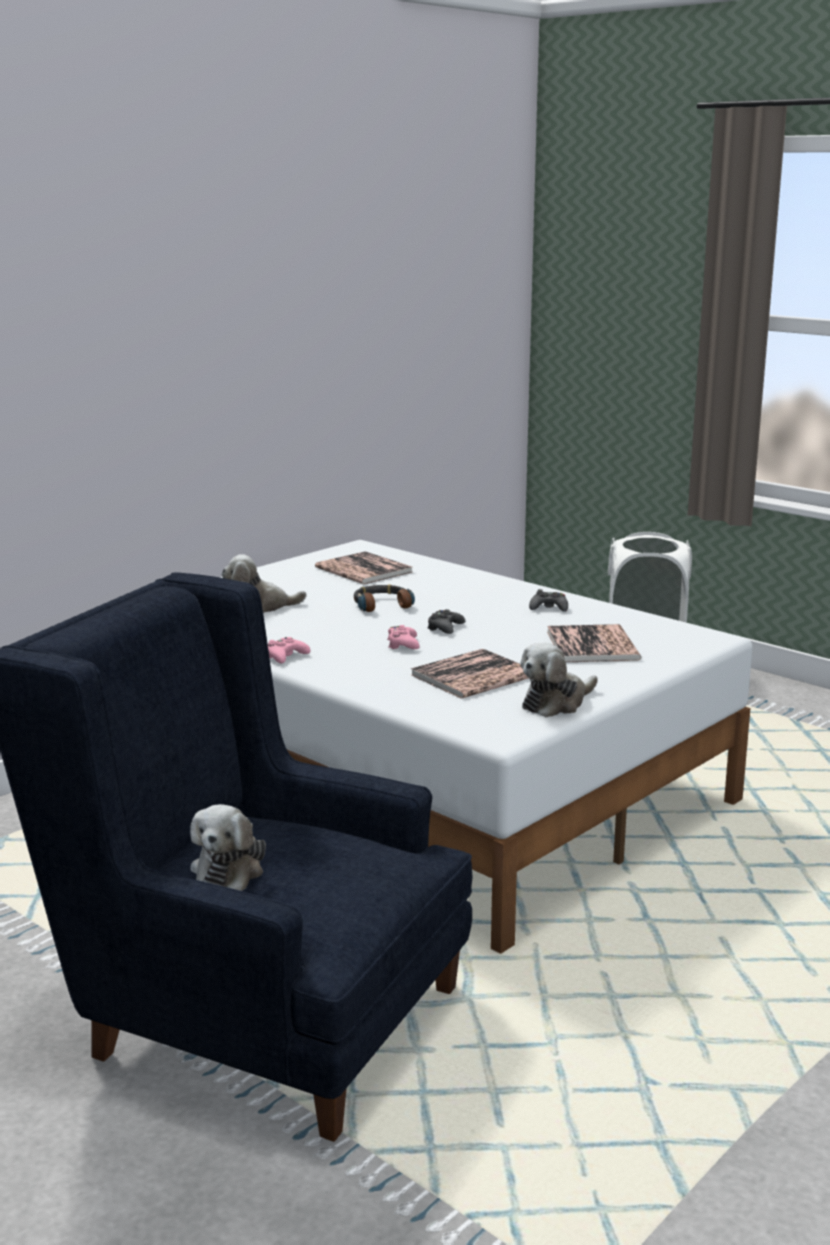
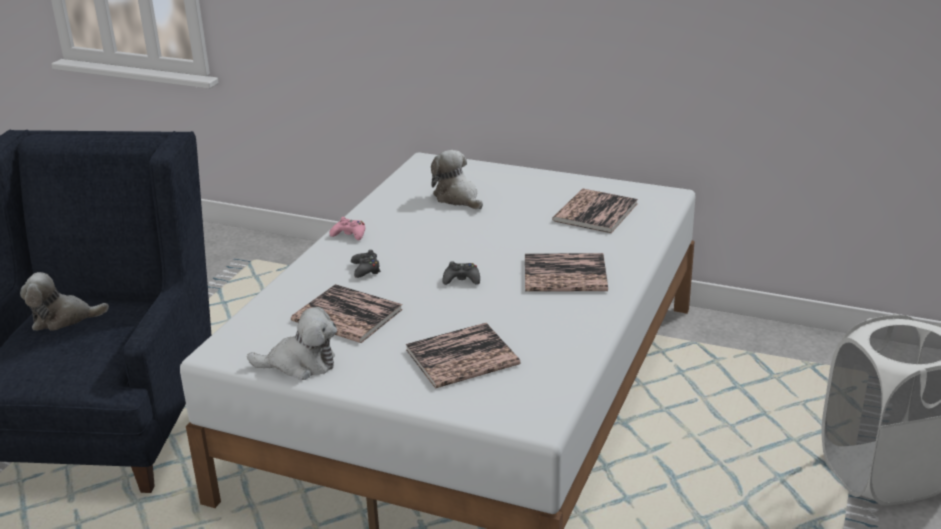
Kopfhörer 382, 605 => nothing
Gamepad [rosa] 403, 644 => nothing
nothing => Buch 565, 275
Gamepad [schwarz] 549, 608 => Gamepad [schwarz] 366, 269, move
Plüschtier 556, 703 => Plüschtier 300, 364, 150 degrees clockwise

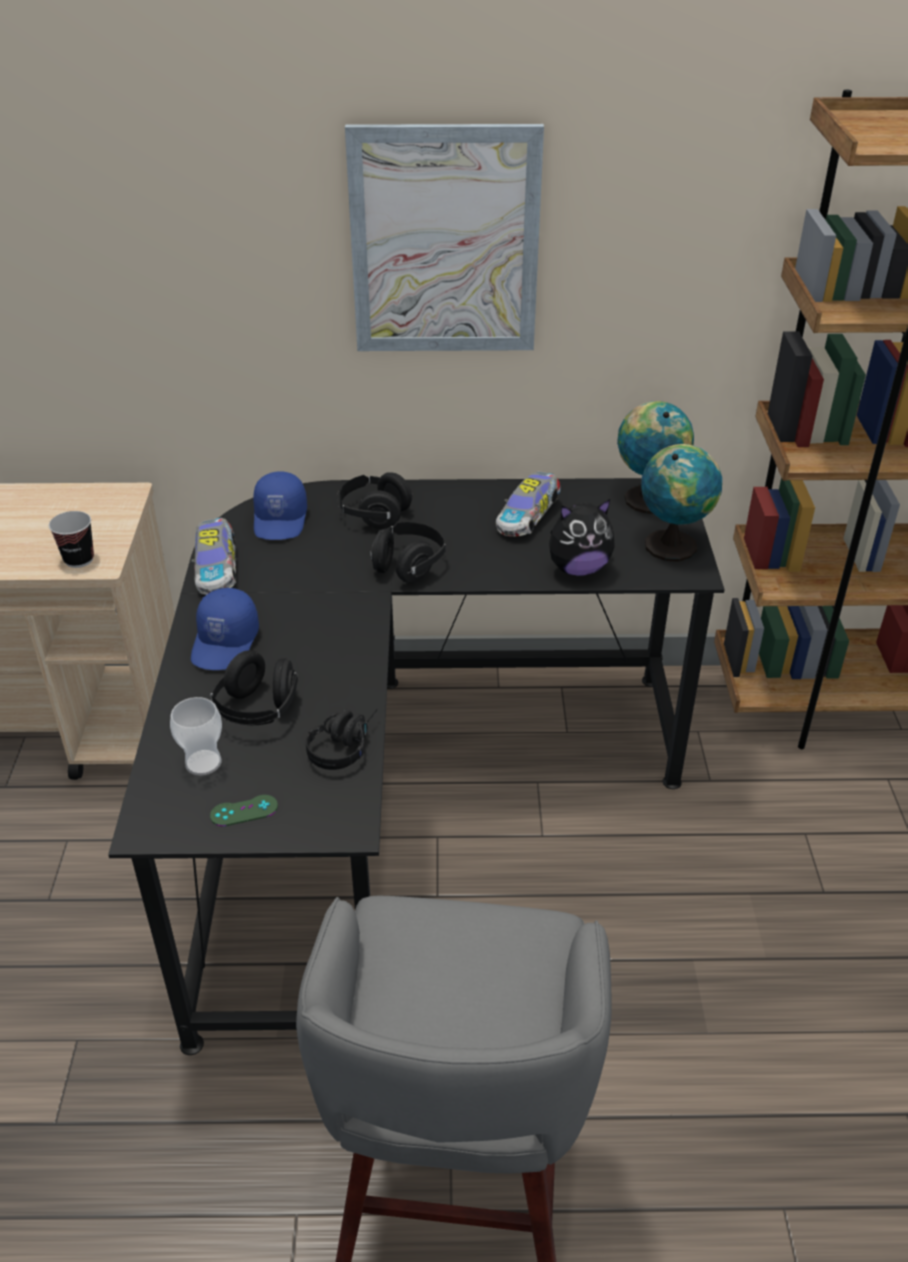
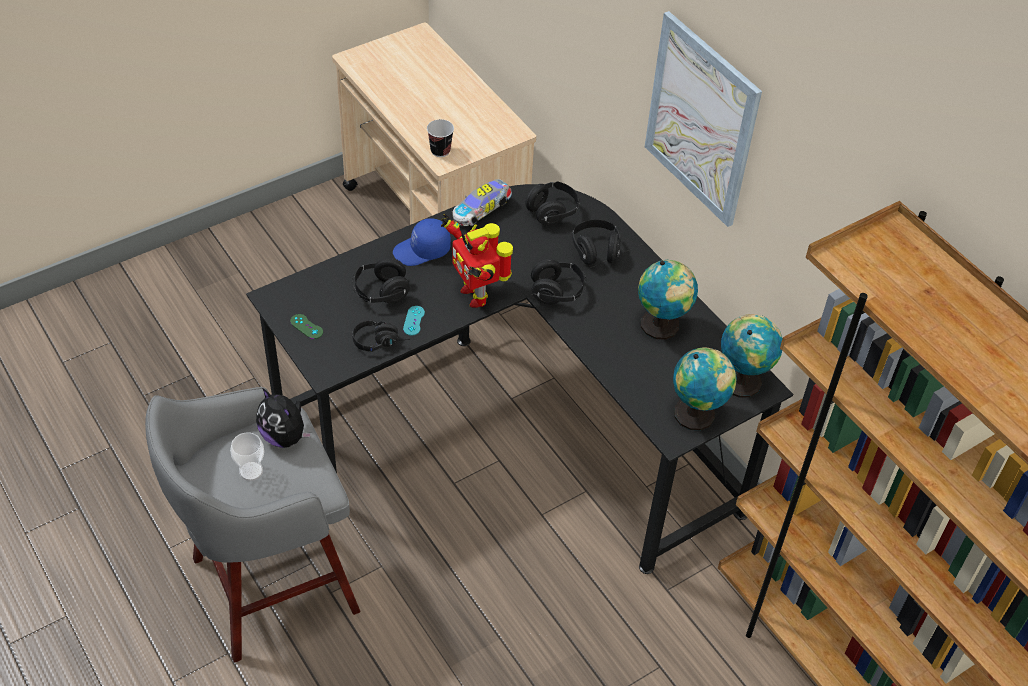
nothing => Gamepad [türkis] 414, 321
nothing => Spielzeugroboter 476, 294
Tasse 203, 762 => Tasse 251, 471, move
Plüschtier 578, 568 => Plüschtier 285, 436, move
Kappe [blau] 281, 520 => Kopfhörer [schwarz] 552, 212
Spielzeugauto 528, 516 => Globus 662, 326

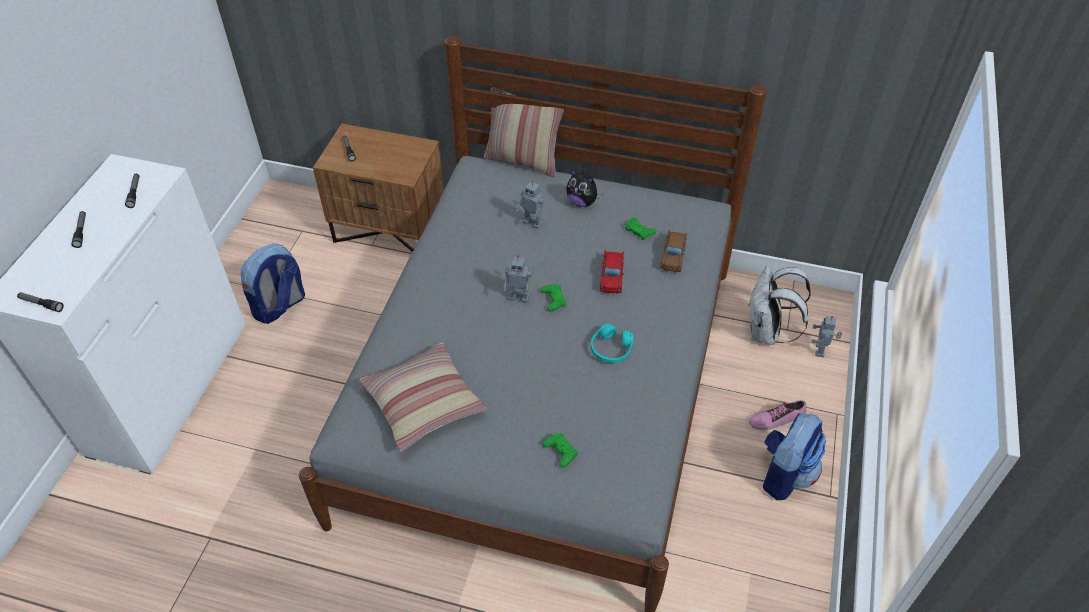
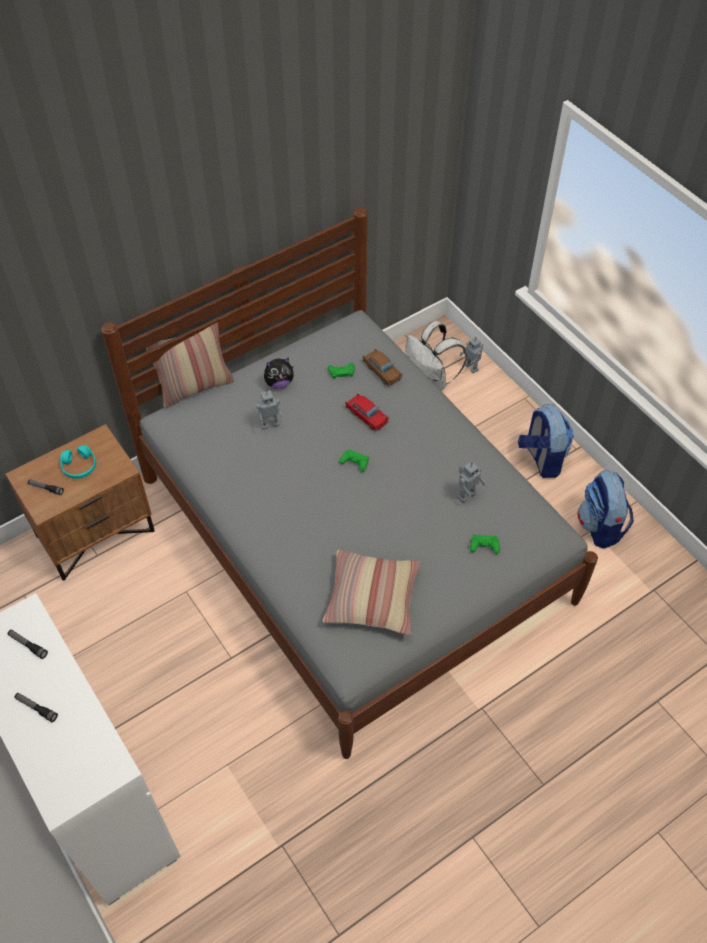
Taschenlampe 41, 304 => nothing
Schuh 776, 418 => nothing
Rucksack 279, 306 => Rucksack 600, 526, move
Spielzeugroboter 519, 297 => Spielzeugroboter 466, 495, move
Kopfhörer [türkis] 611, 349 => Kopfhörer [türkis] 79, 466, move

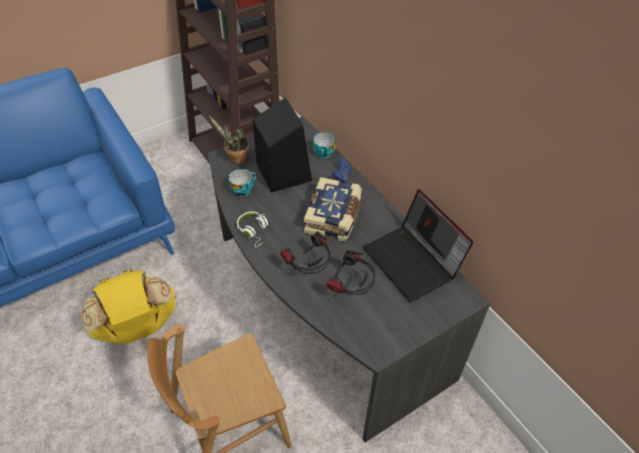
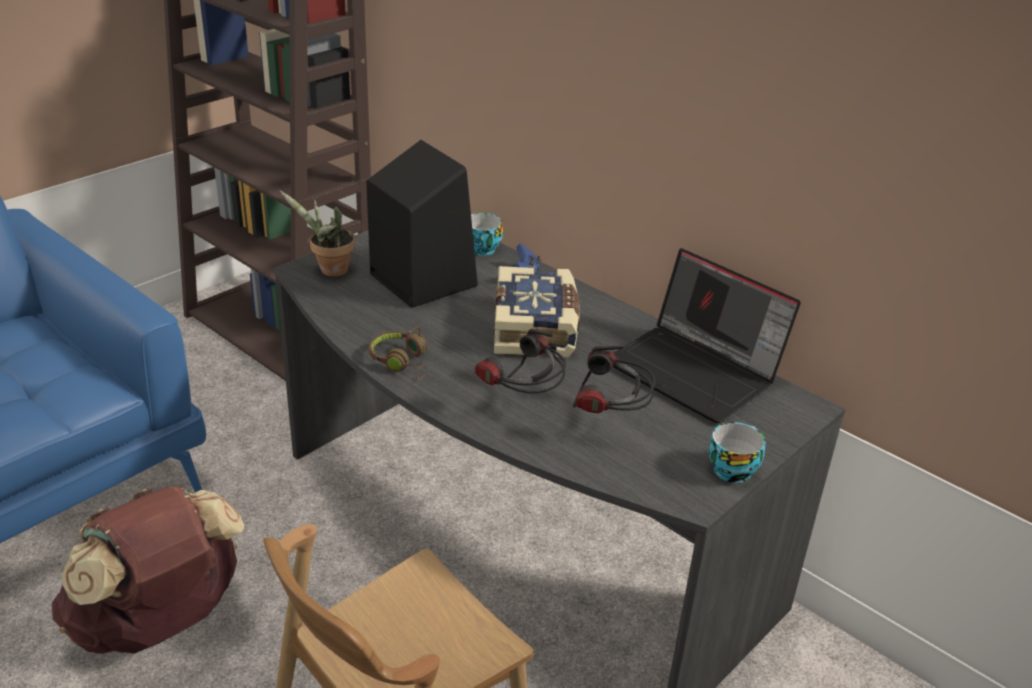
Tasse 243, 189 => Tasse 732, 469, move
Rucksack [gelb] 137, 327 => Rucksack [braun] 159, 624
Kopfhörer [weiß] 254, 231 => Kopfhörer [braun] 403, 362

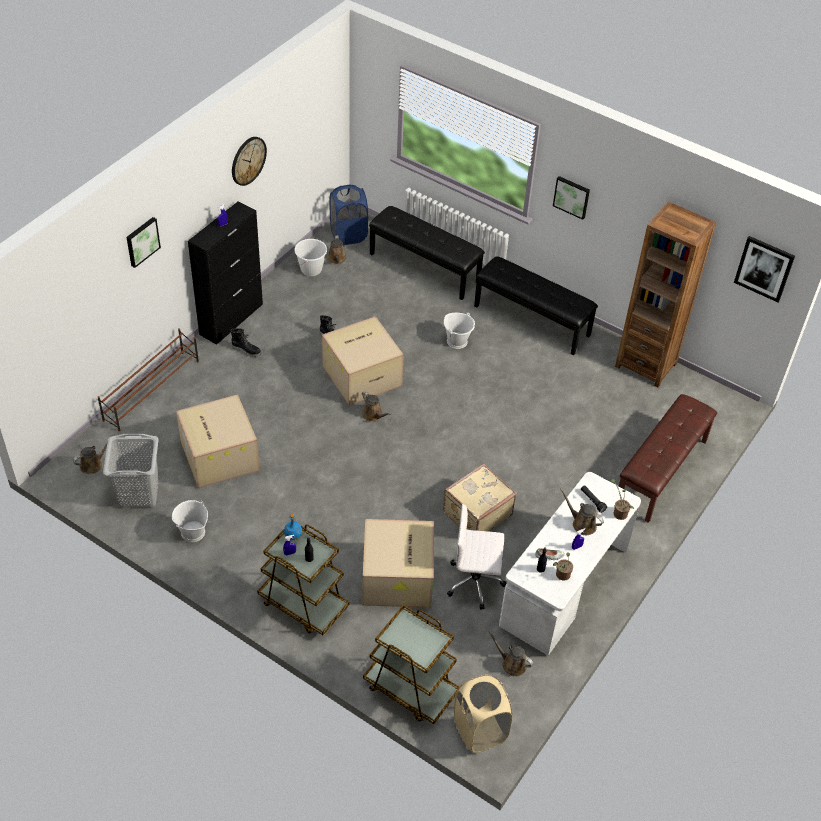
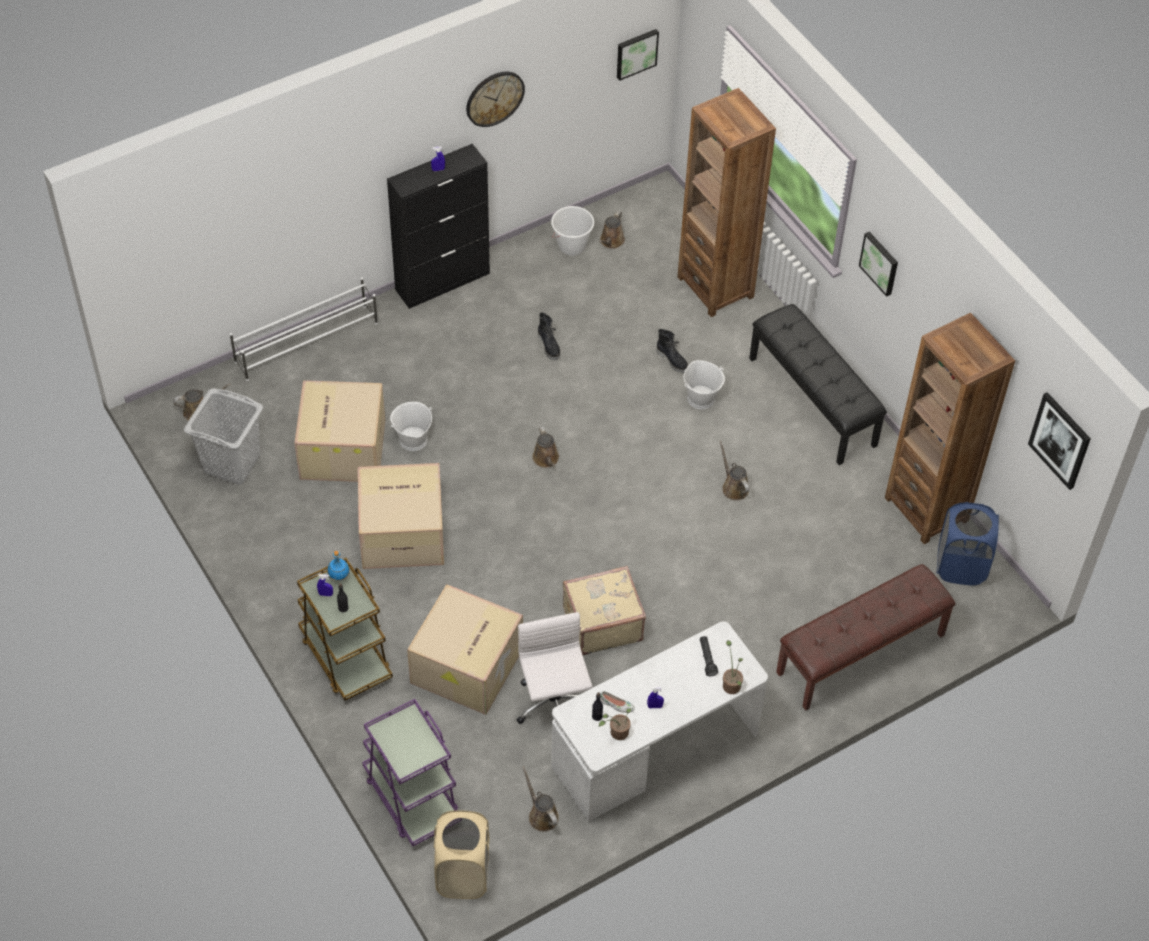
Bild 142, 241 => Bild 636, 53, move
Eimer [weiß] 192, 532 => Eimer [weiß] 412, 440, move
Stiefel [schwarz] 247, 350 => Stiefel [schwarz] 672, 360, move
Karton 362, 374 => Karton 403, 532, move
Wäschekorb [blau] 348, 234 => Wäschekorb [blau] 961, 566, move
Gießkanne [braun] 582, 524 => Gießkanne [braun] 733, 487, move
Bank [schwarz] 425, 267 => Bücherregal [braun] 715, 287
Schuhregal [braun] 152, 390 => Schuhregal [weiß] 307, 342
Rollwagen [braun] 410, 688 => Rollwagen [lila] 412, 798
Bürostuhl [weiß] 475, 582 => Bürostuhl [weiß] 554, 705, 45 degrees clockwise

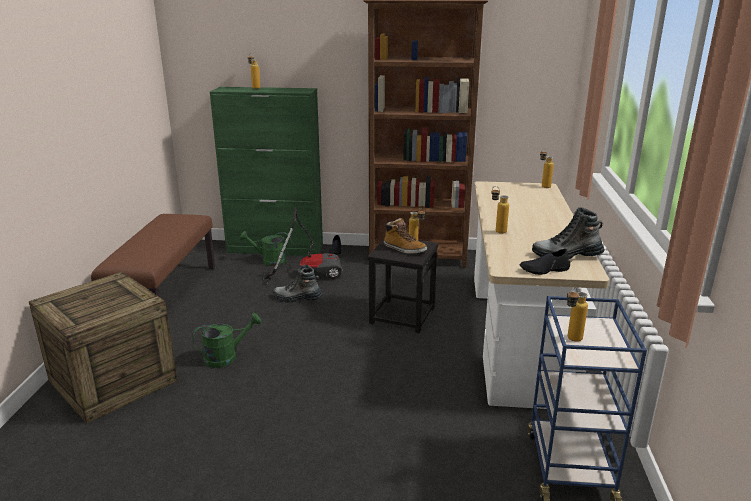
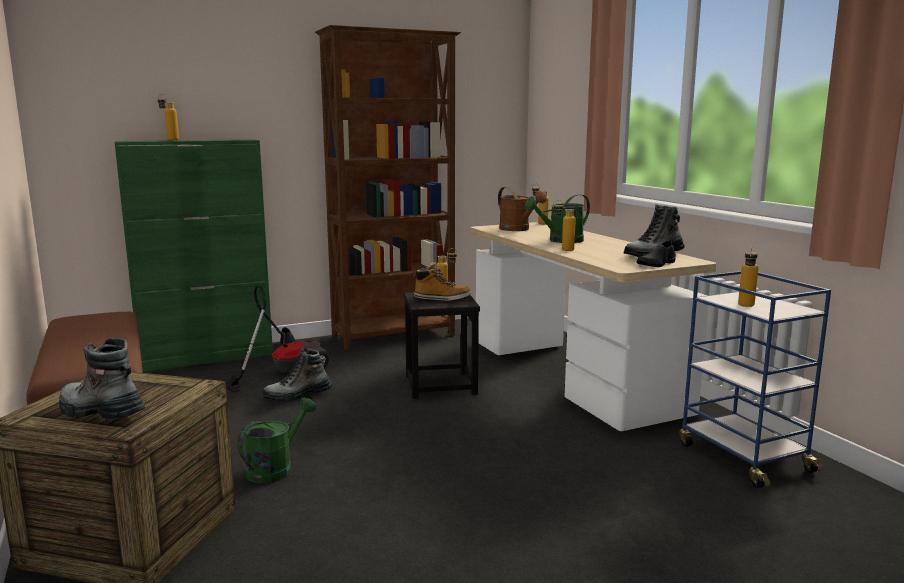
nothing => Stiefel 100, 413
nothing => Gießkanne [braun] 518, 229
Gießkanne [grün] 269, 261 => Gießkanne [grün] 560, 241, move

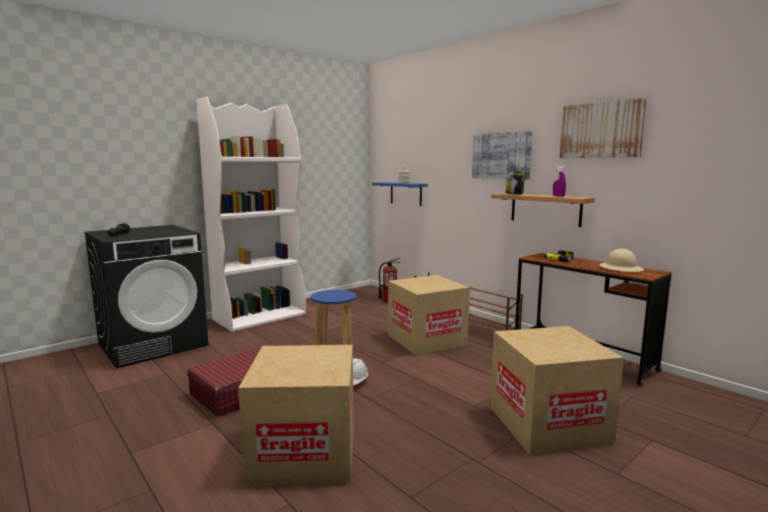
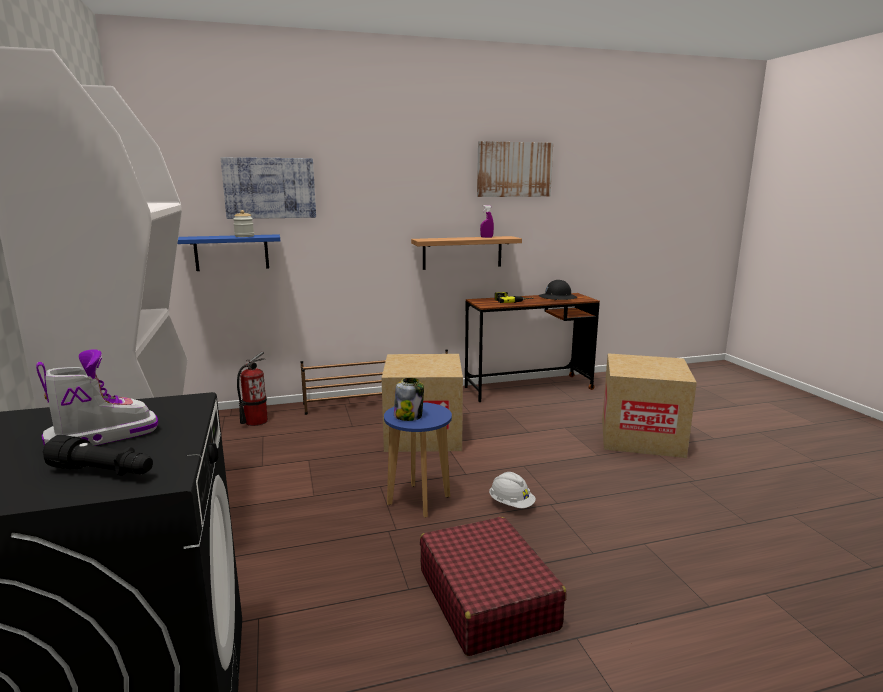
Karton 304, 453 => nothing
nothing => Stiefel 102, 436
Bild 501, 156 => Bild 270, 188, move
Vorratsglas 514, 194 => Vorratsglas 408, 416, move
Schutzhelm [beige] 621, 268 => Schutzhelm [schwarz] 557, 298

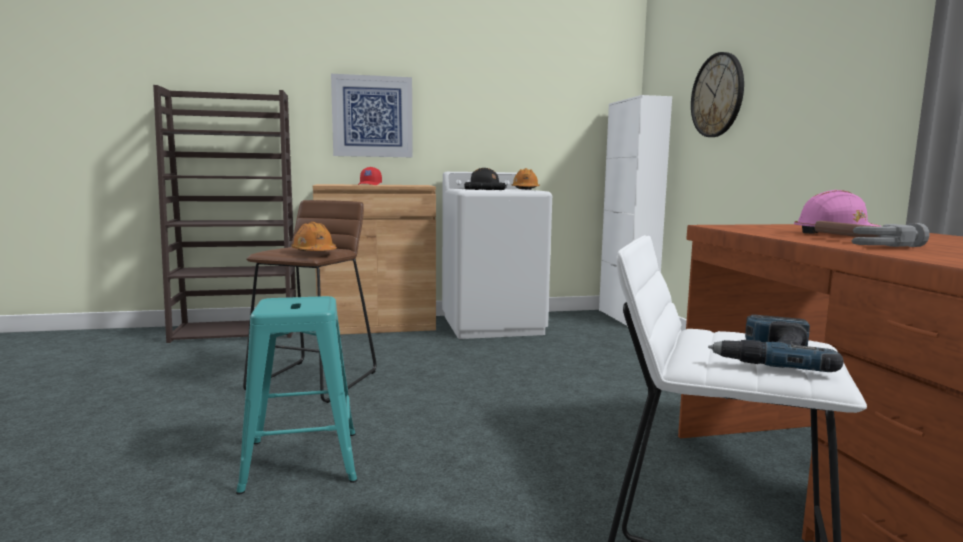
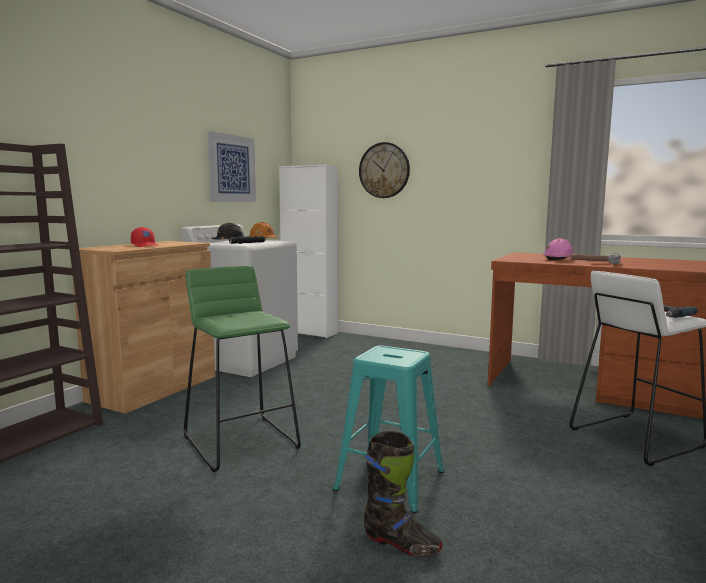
Schutzhelm [orange] 314, 253 => nothing
nothing => Stiefel [schwarz] 401, 544
Bild 372, 116 => Bild 232, 169, move
Hocker [braun] 314, 380 => Hocker [grün] 242, 441

